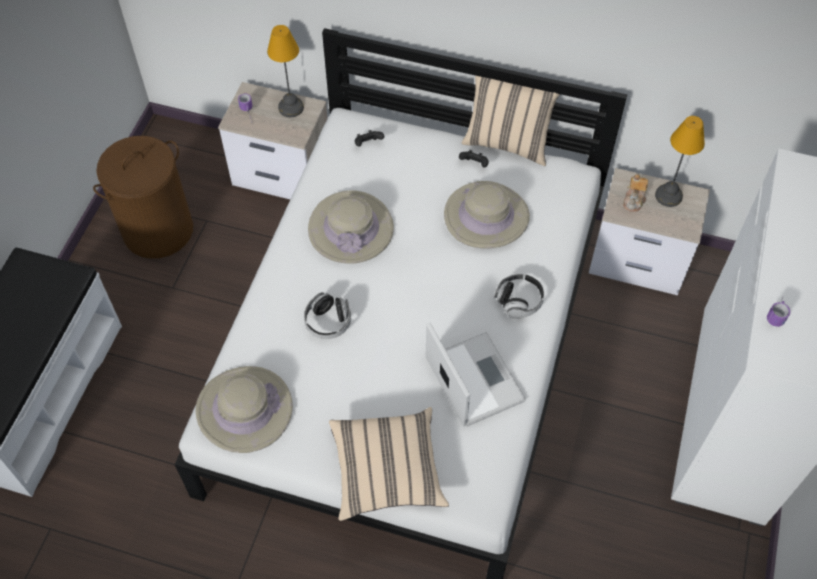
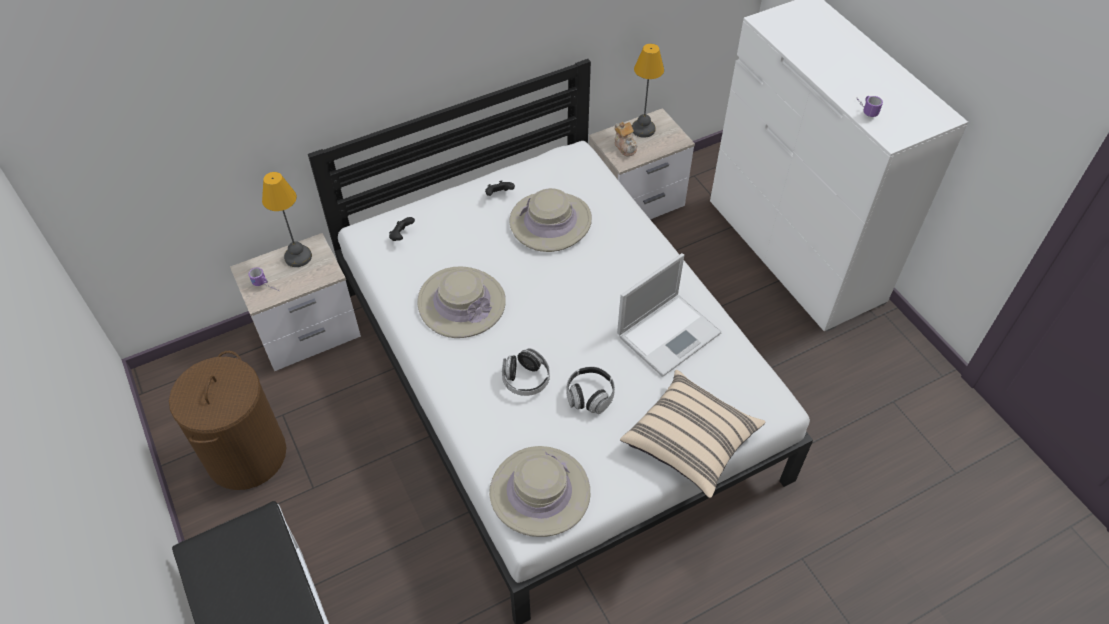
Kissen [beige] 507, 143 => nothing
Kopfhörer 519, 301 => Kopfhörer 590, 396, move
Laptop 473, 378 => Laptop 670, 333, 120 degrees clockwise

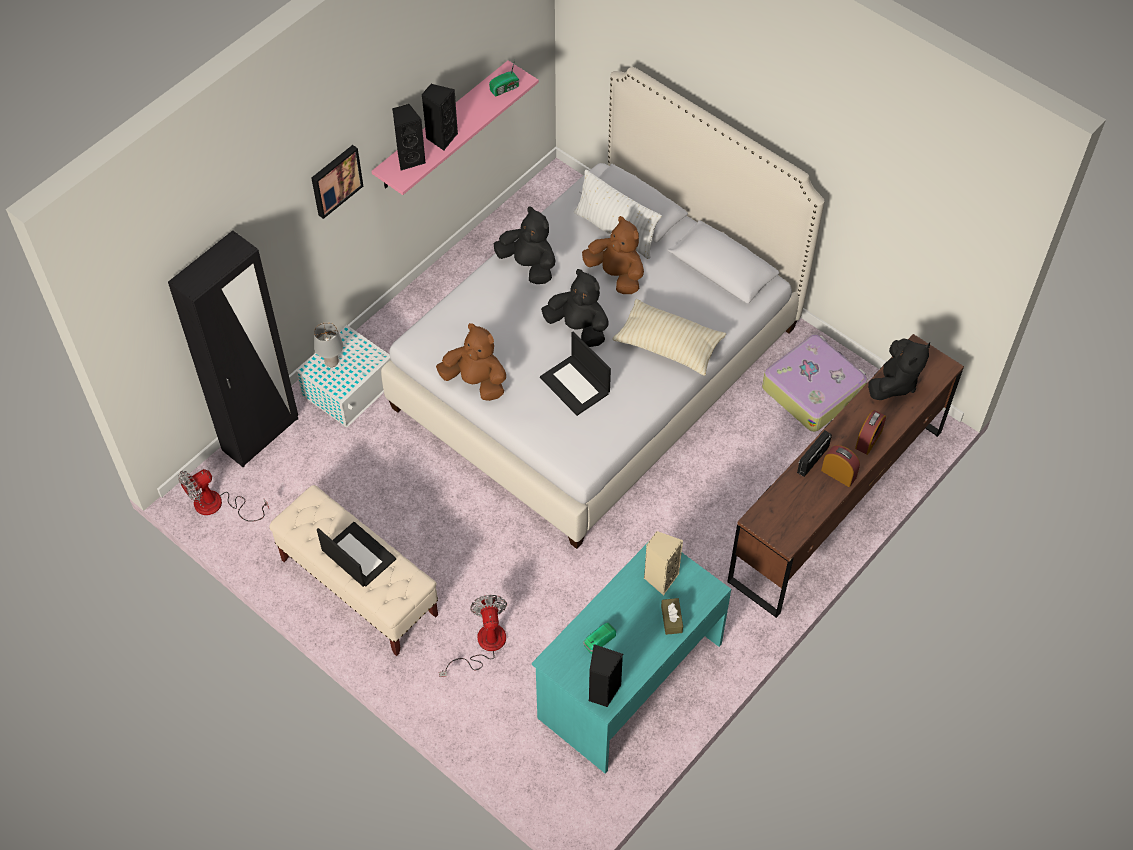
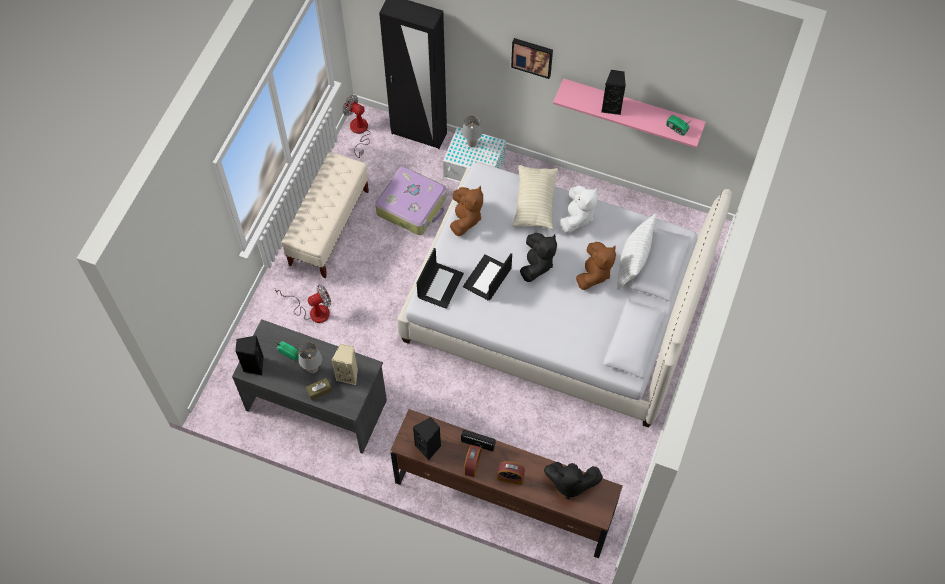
nothing => Tischlampe [grau] 312, 368
Laptop 357, 555 => Laptop 440, 285, move
Lautsprecher [schwarz] 410, 158 => Lautsprecher [schwarz] 429, 447, move
Kissen [beige] 669, 345 => Kissen [beige] 535, 202, move
Koffer 813, 389 => Koffer 412, 206, move
Plüschtier [schwarz] 528, 265 => Plüschtier [weiß] 577, 217
Schreibtisch [türkis] 629, 679 => Schreibtisch [grau] 317, 404

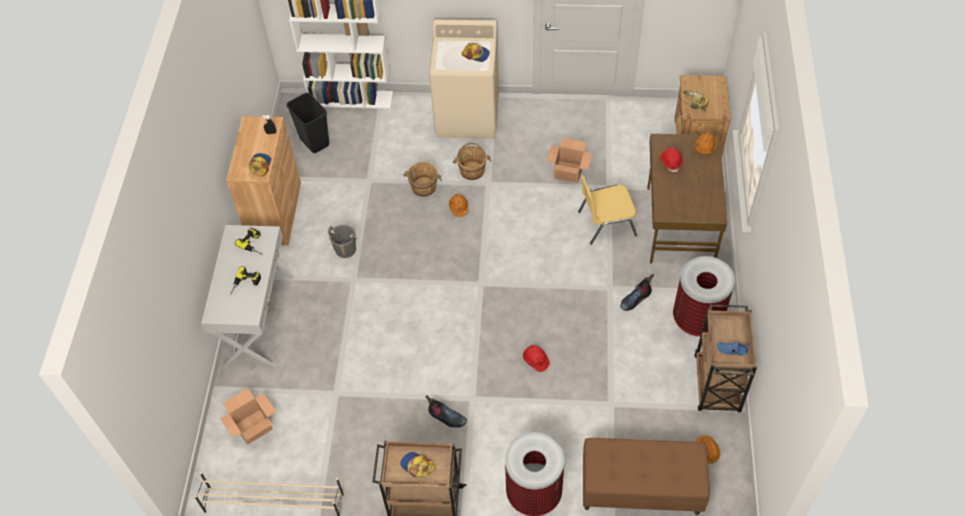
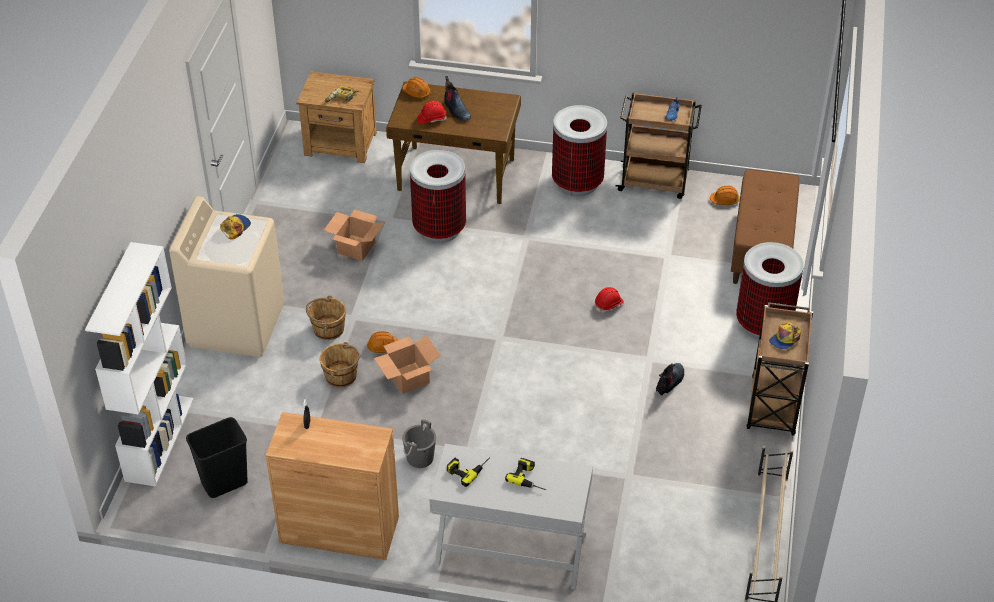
Kappe 260, 165 => nothing
Karton 253, 427 => Karton 409, 378, move
Stiefel 635, 298 => Stiefel 456, 110, move
Stuhl [gelb] 605, 223 => Mülleimer 439, 228

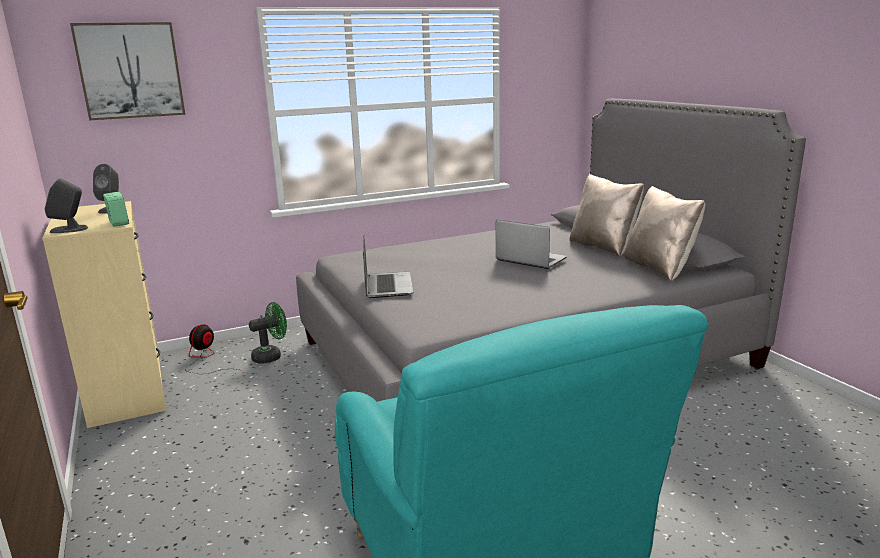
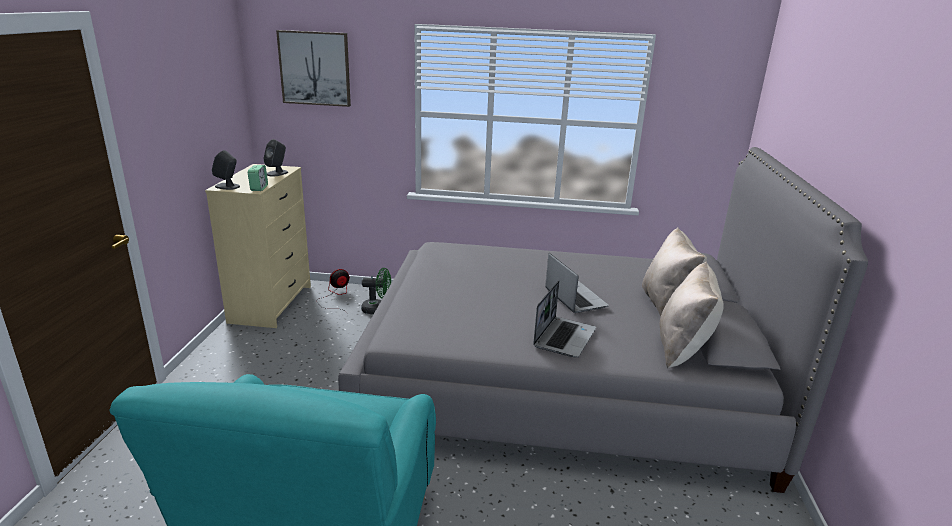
Laptop 387, 286 => Laptop 564, 337, move

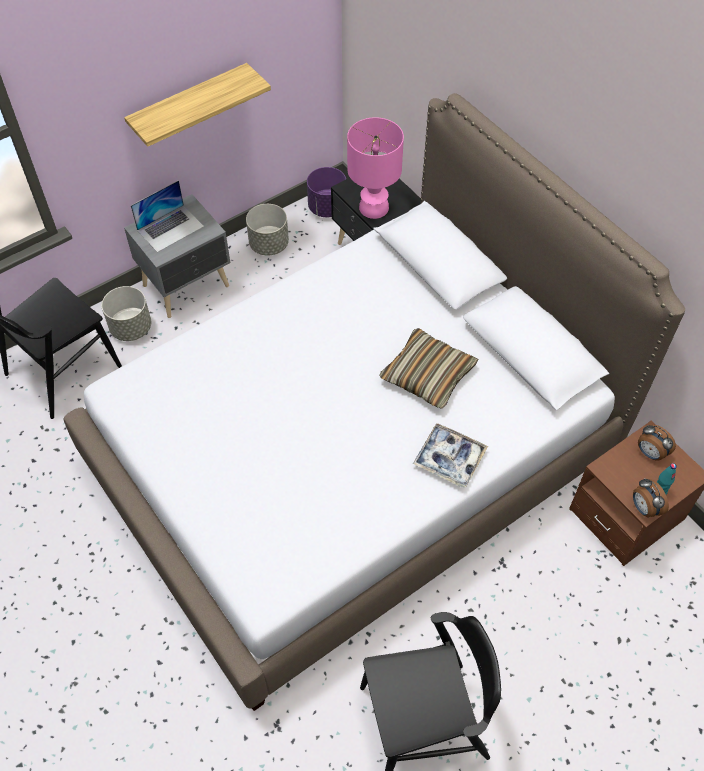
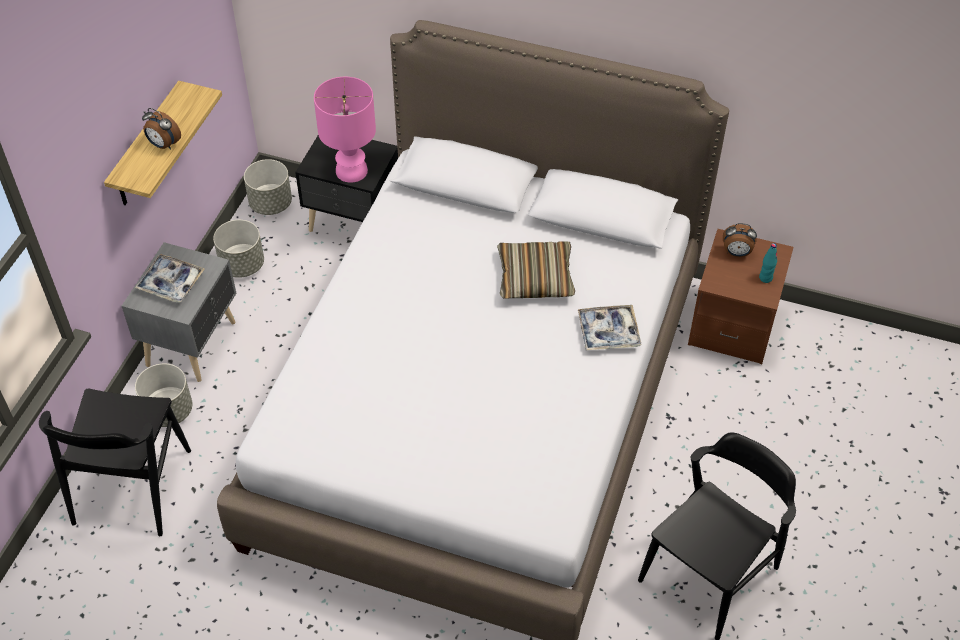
Wecker 644, 508 => Wecker 163, 145, move
Laptop 170, 228 => Tablett 171, 283
Pflanzkübel [lila] 327, 207 => Pflanzkübel [grau] 270, 204

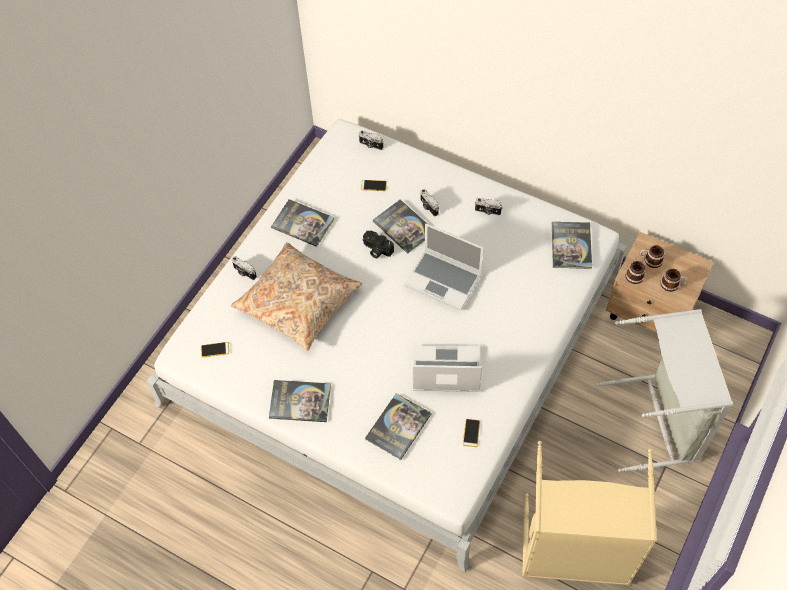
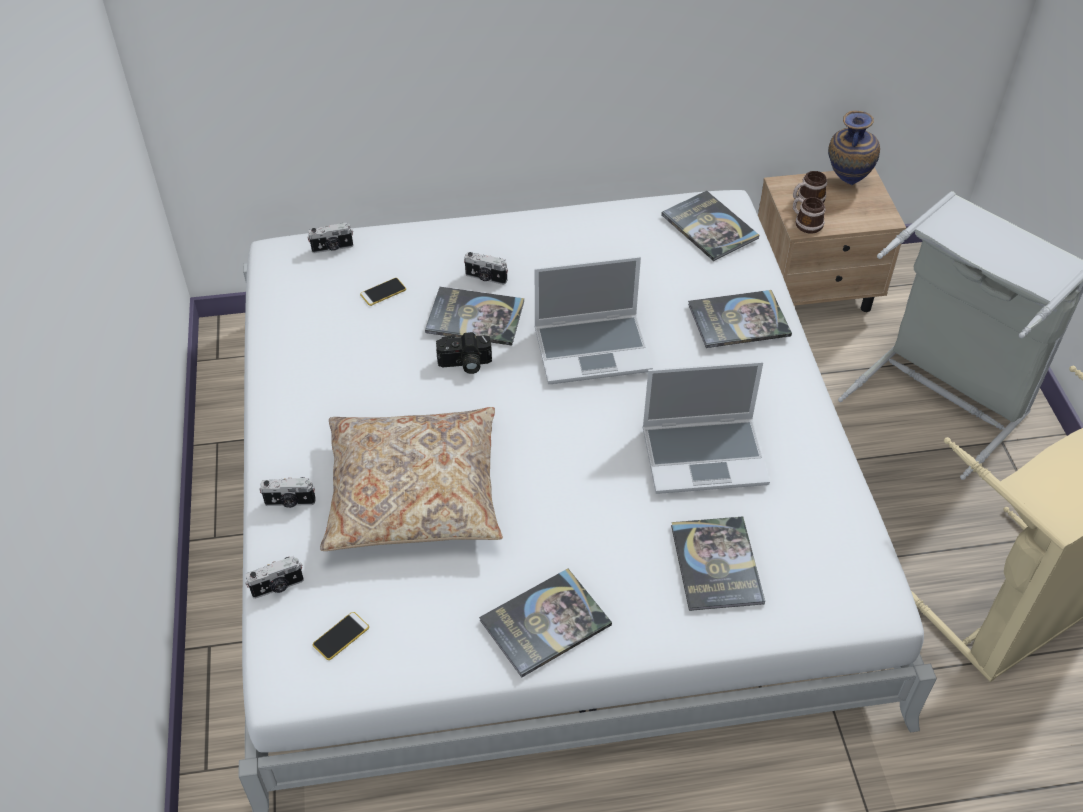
Handy 471, 433 => nothing
Henkelbecher 672, 284 => nothing
nothing => Vase 846, 182
Buch 302, 223 => Buch 738, 320, move
Kamera 487, 211 => Kamera 278, 587, move
Laptop 445, 371 => Laptop 705, 455, 150 degrees counterclockwise

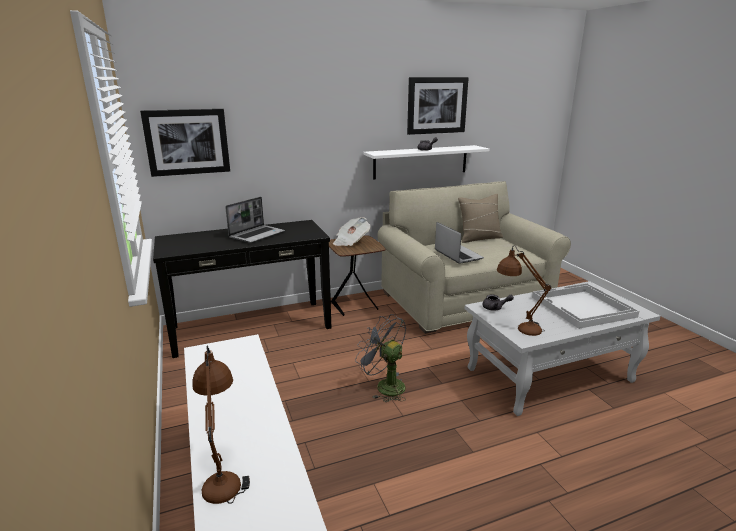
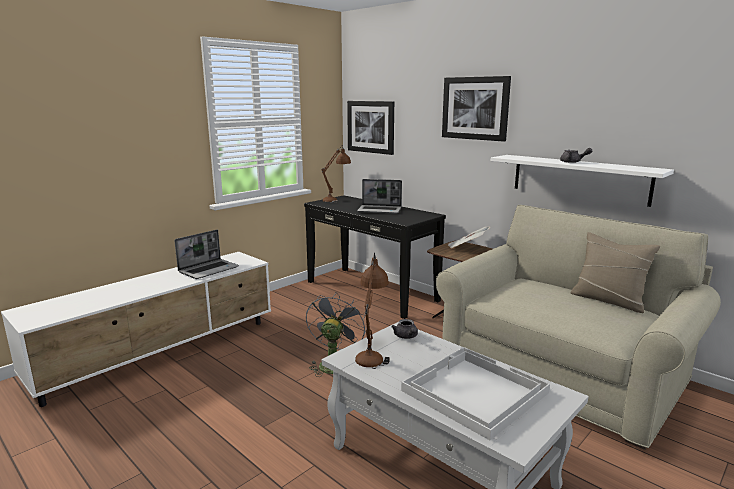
Tischlampe [braun] 223, 472 => Tischlampe [braun] 336, 199, move
Bild 436, 105 => Bild 475, 108, move
Laptop 457, 255 => Laptop 209, 270, move

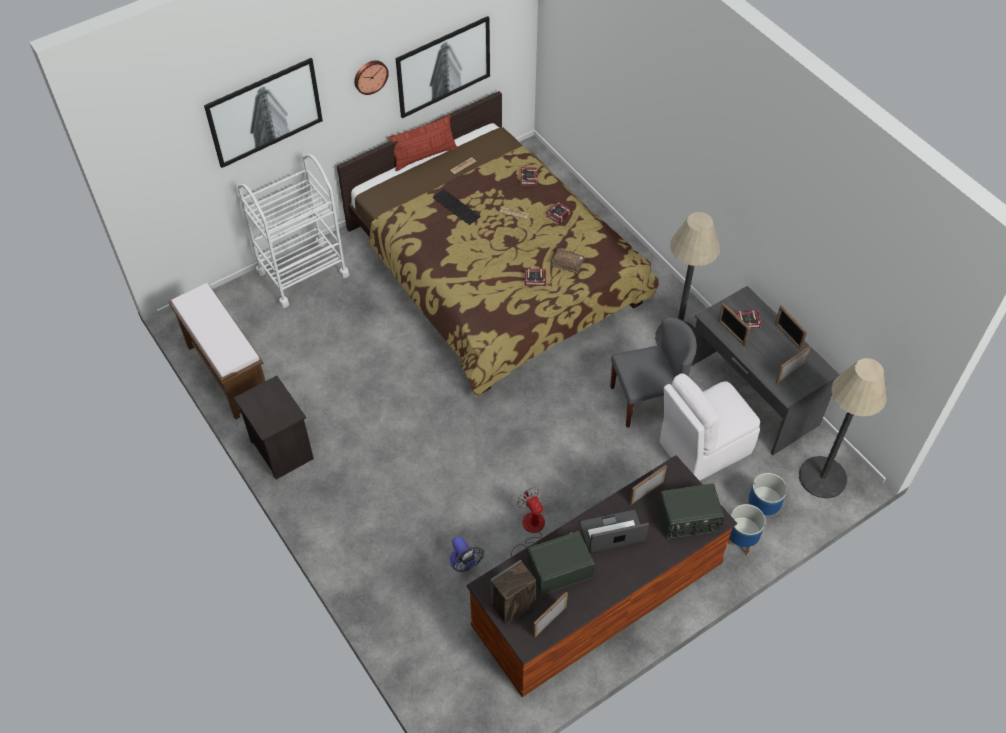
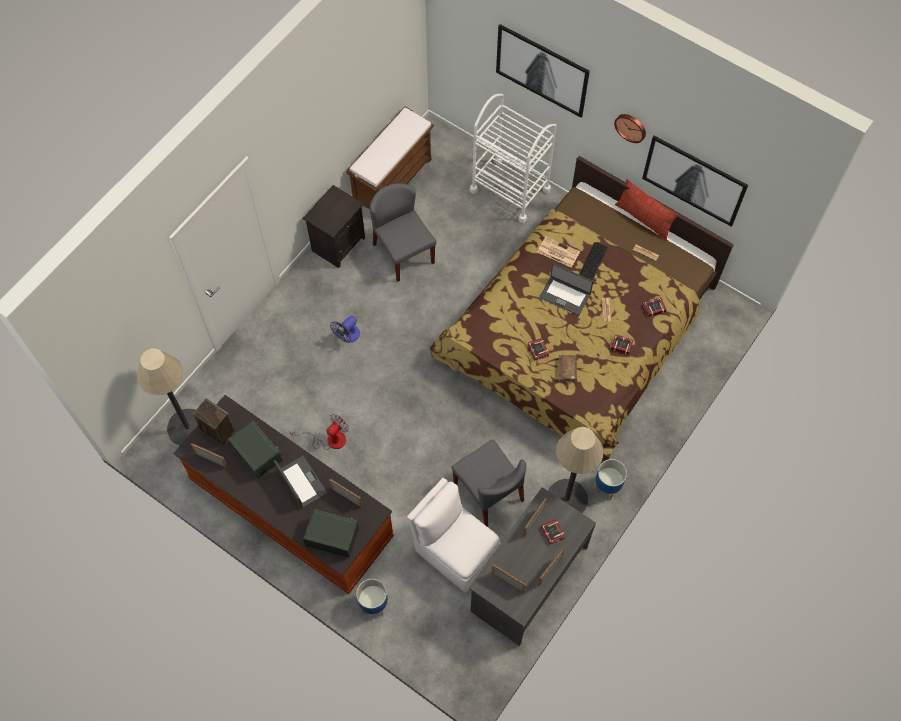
nothing => Stuhl [grau] 403, 253
nothing => Zeitung 557, 252
nothing => Laptop 565, 295
Ventilator 464, 564 => Ventilator 347, 336, move
Pflanzkübel 762, 511 => Pflanzkübel 607, 486, move
Stehlampe 822, 477 => Stehlampe 187, 427, move
Radio 688, 519 => Radio 332, 536, 135 degrees clockwise

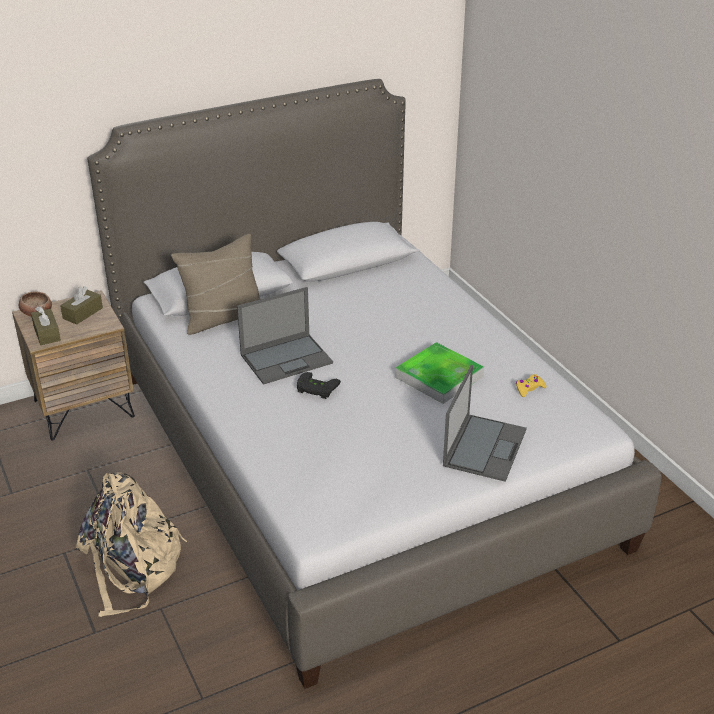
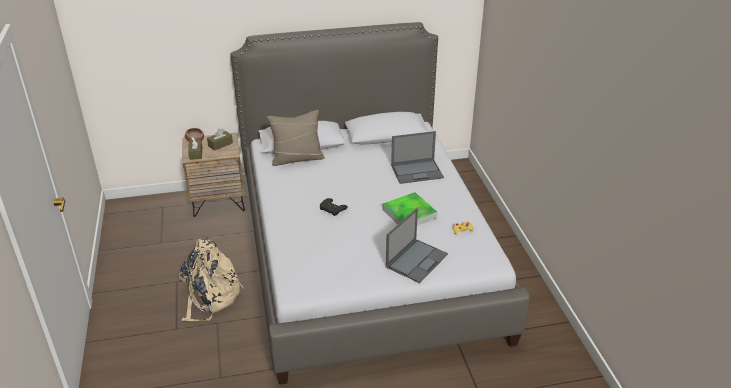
Laptop 287, 358 => Laptop 417, 171, move

